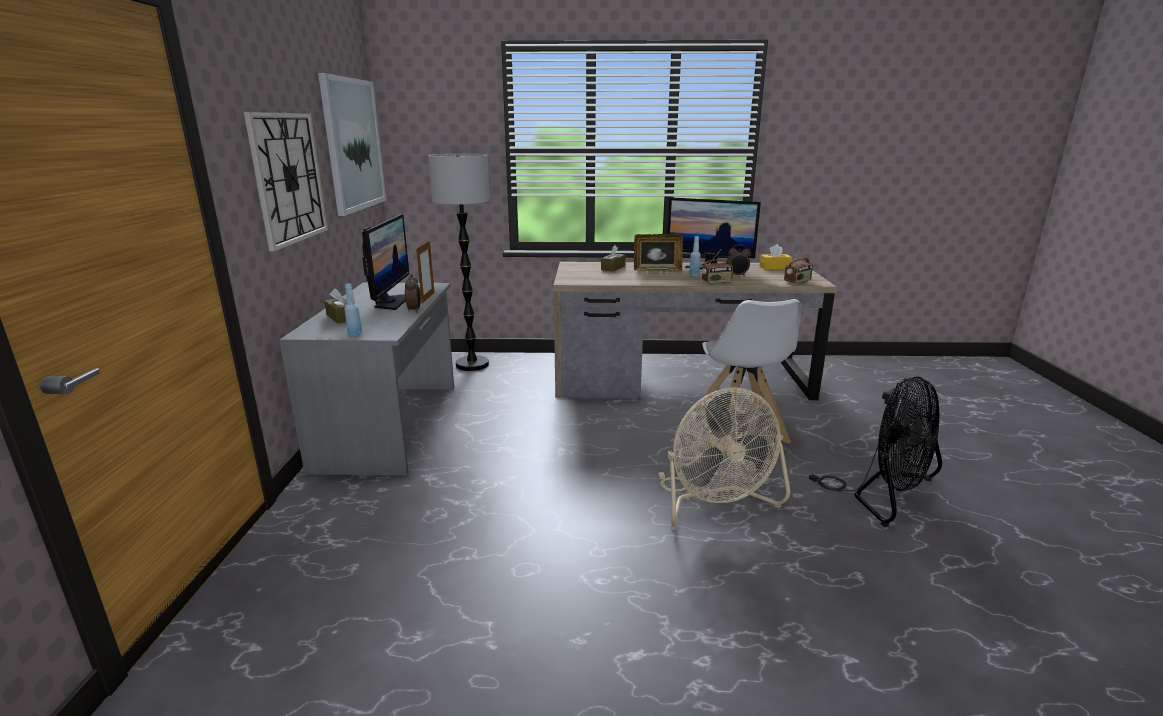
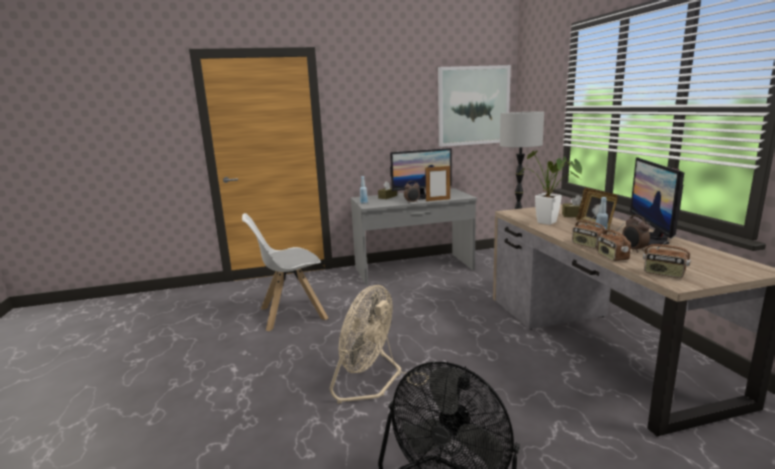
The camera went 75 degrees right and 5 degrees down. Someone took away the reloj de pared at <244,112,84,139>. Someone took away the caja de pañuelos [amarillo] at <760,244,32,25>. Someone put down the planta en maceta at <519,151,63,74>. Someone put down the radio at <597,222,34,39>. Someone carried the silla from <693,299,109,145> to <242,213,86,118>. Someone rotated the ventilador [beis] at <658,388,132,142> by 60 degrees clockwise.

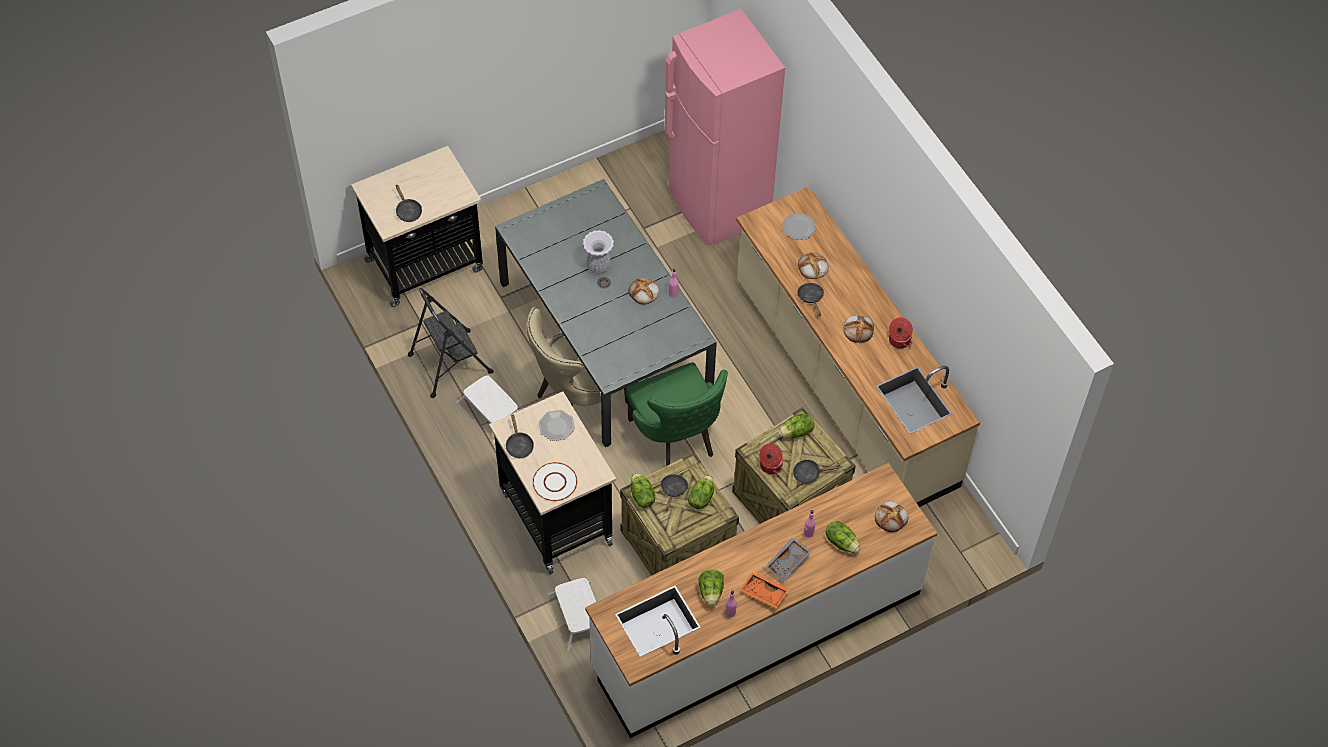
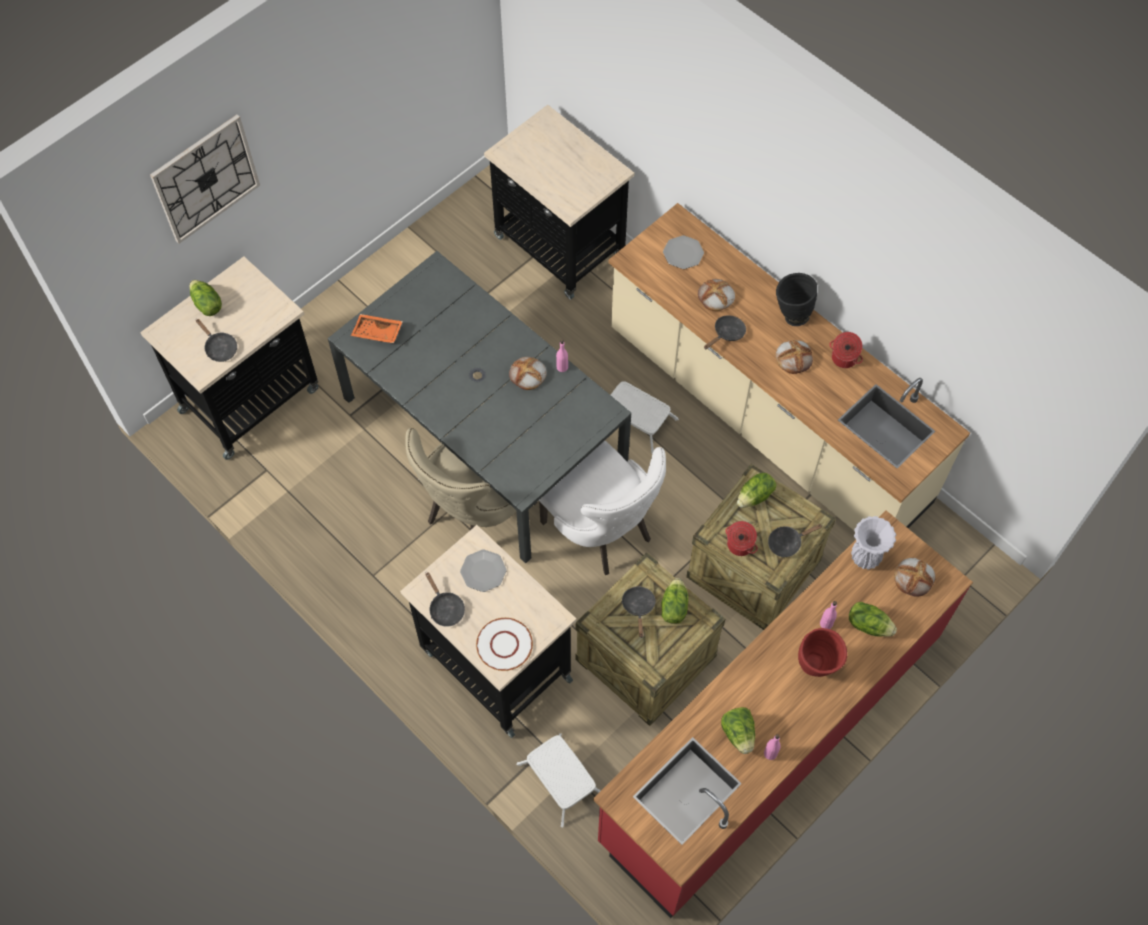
The camera went 15 degrees left and 5 degrees up. Someone took away the escalera de tijera [negro] at <408,288,86,110>. Someone put up the reloj de pared at <150,115,110,128>. Someone put down the florero [negro] at <776,273,41,53>. Someone carried the escalera de tijera [blanco] from <456,375,62,68> to <611,381,68,73>. Someone carried the florero [blanco] from <583,230,31,44> to <851,516,45,54>. Someone carried the lechuga from <631,473,24,35> to <189,280,33,36>. Someone carried the bandeja [naranja] from <740,572,50,37> to <351,314,52,29>. Someone swapped the nevera [rosa] at <665,9,120,236> for the carrito [negro] at <484,105,150,195>. Someone swapped the bandeja [gris] at <765,537,47,45> for the florero [rojo] at <798,628,49,49>. Someone repainted the mueble bajo de cocina [blanco] at <585,463,352,275>, which became the mueble bajo de cocina [rojo] at <593,510,380,408>. Someone repainted the silla [verde] at <626,362,102,104>, which became the silla [blanco] at <539,441,127,134>. Someone rotated the sartén [negro] at <797,283,27,33> by 75 degrees clockwise.

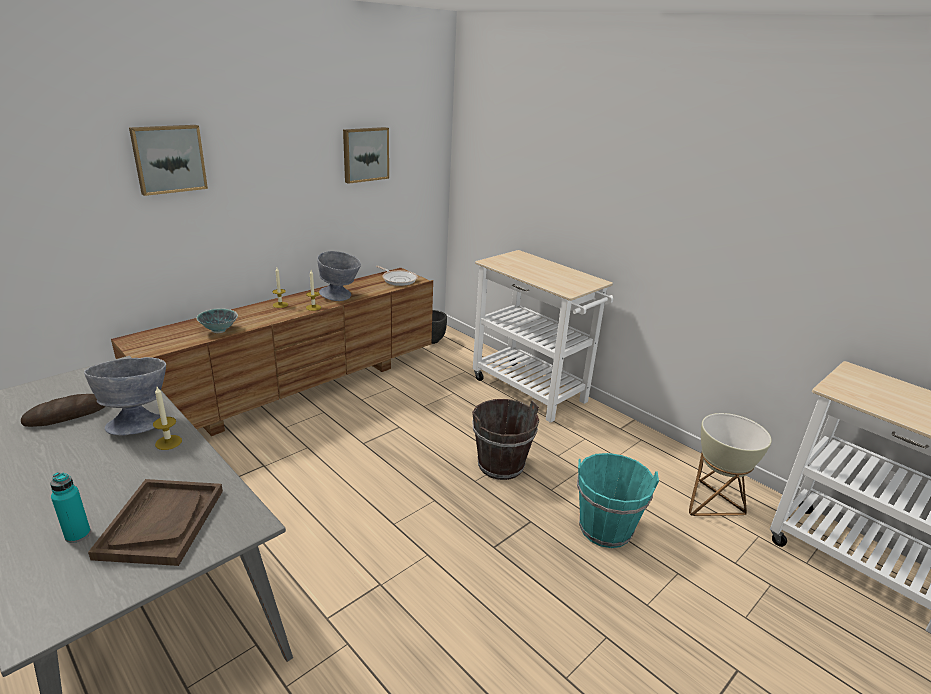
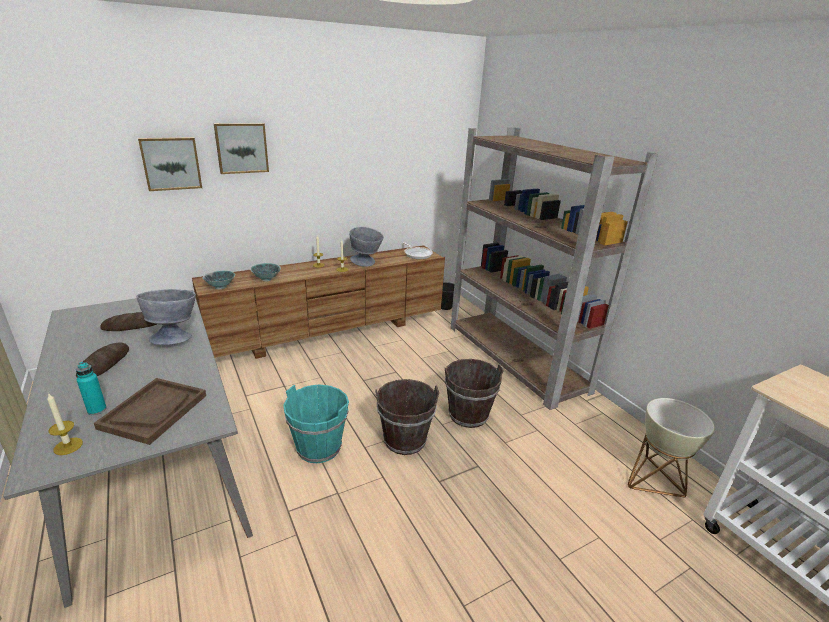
The camera went 15 degrees right and 0 degrees up. Someone put down the pan at <76,342,53,36>. Someone put down the cuenco at <203,270,32,20>. Someone put down the cubo [marrón] at <375,379,64,76>. Someone carried the vela from <153,387,29,63> to <47,394,36,61>. Someone carried the cuadro from <343,127,46,57> to <138,137,64,54>. Someone carried the cubo [turquesa] from <577,453,82,95> to <283,384,66,79>. Someone swapped the carrito [blanco] at <473,250,140,173> for the estantería [marrón] at <451,128,207,282>.

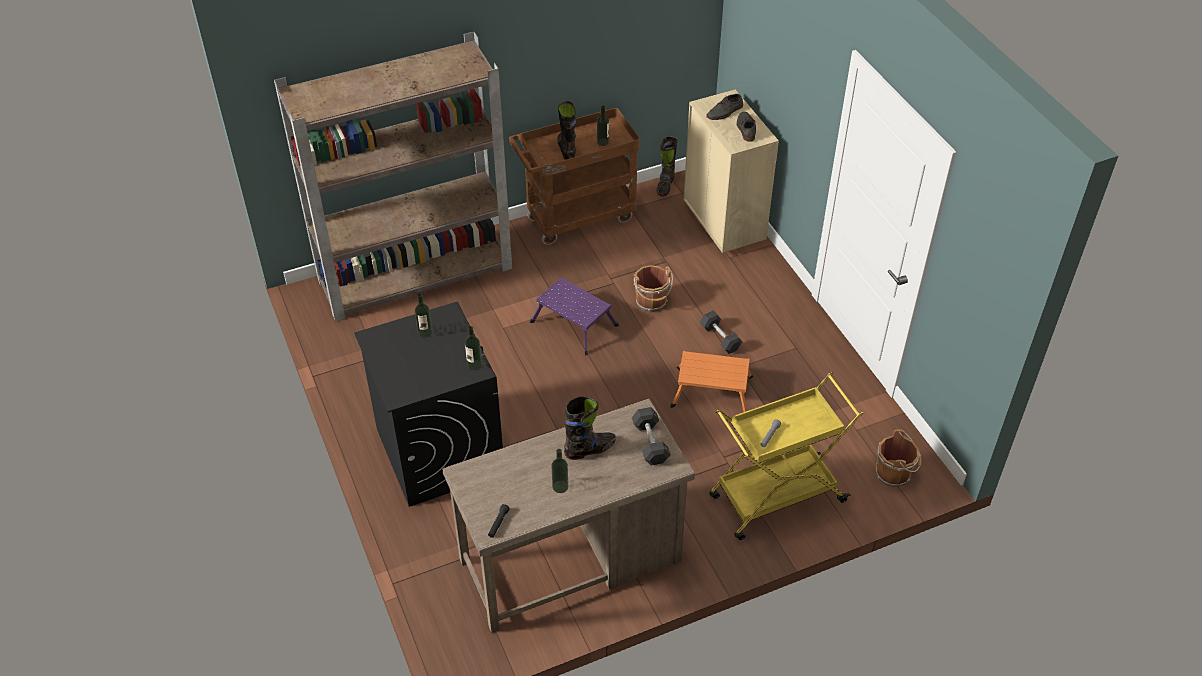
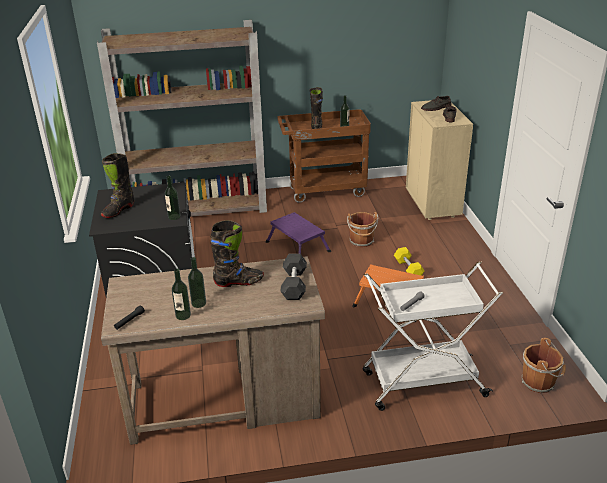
The camera went 15 degrees right and 15 degrees down. Someone carried the botella from <415,293,17,45> to <172,269,19,51>. Someone carried the bota [negro] from <656,136,22,60> to <101,153,33,65>. Someone repainted the mancuerna [gris] at <700,310,42,44>, which became the mancuerna [amarillo] at <394,247,30,29>. Someone repainted the carrito [amarillo] at <709,372,154,168>, which became the carrito [blanco] at <363,262,140,149>.

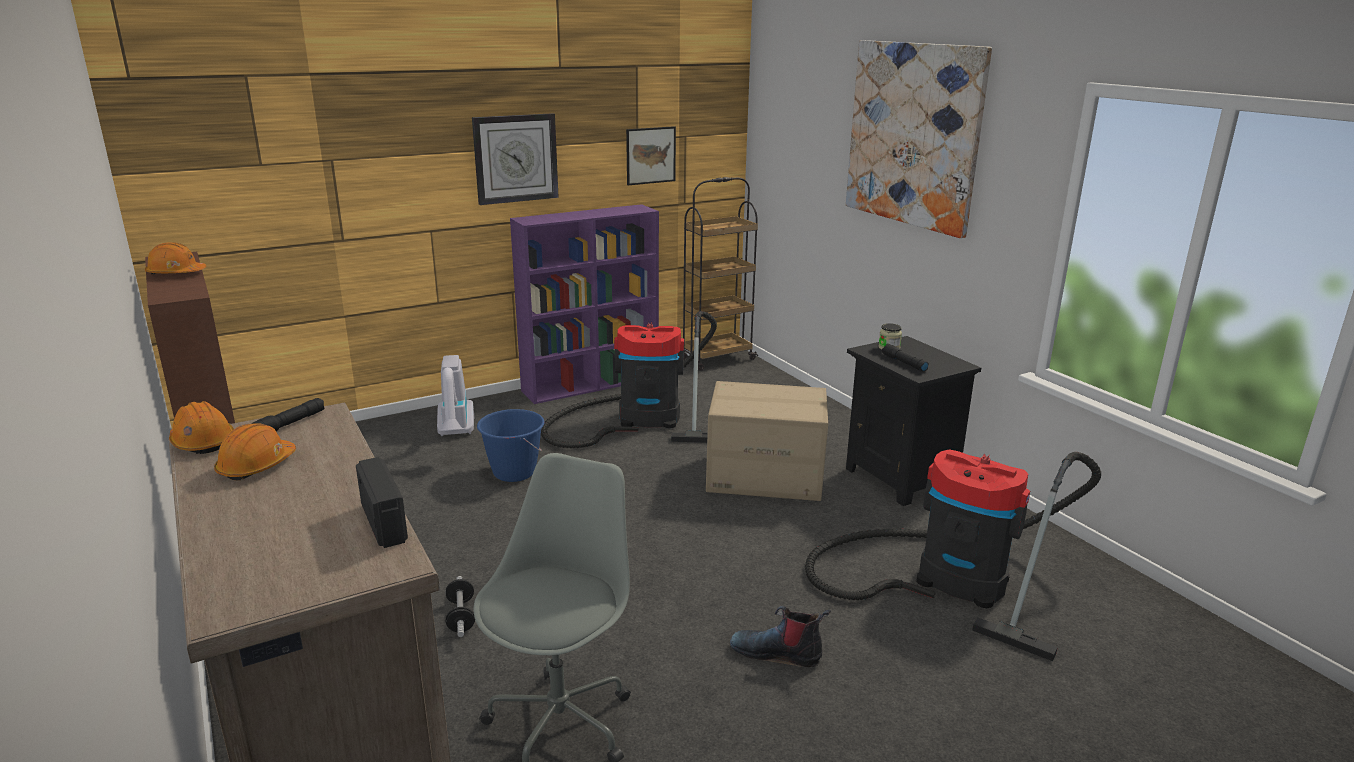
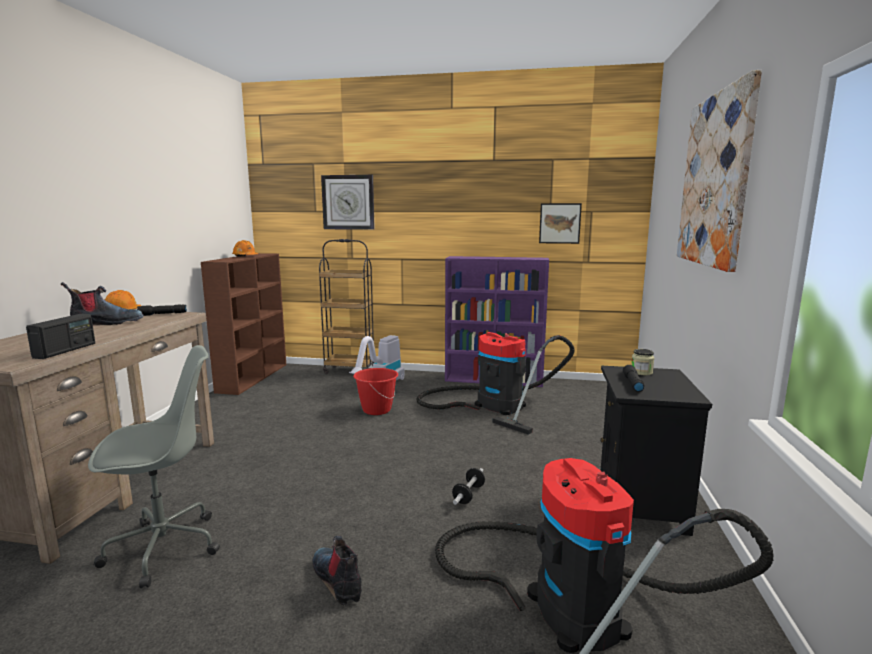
The camera went 40 degrees right and 10 degrees down. Someone took away the caja de cartón at <706,381,122,120>. Someone carried the mancuerna from <445,576,30,61> to <452,468,33,37>. Someone carried the reloj de pared from <472,113,87,92> to <321,175,54,55>. Someone carried the carrito [marrón] from <683,177,75,194> to <319,239,55,135>. Someone swapped the casco [naranja] at <214,423,82,58> for the bota at <61,282,83,43>. Someone repainted the cubo [azul] at <477,409,68,73>, which became the cubo [rojo] at <353,368,45,47>.

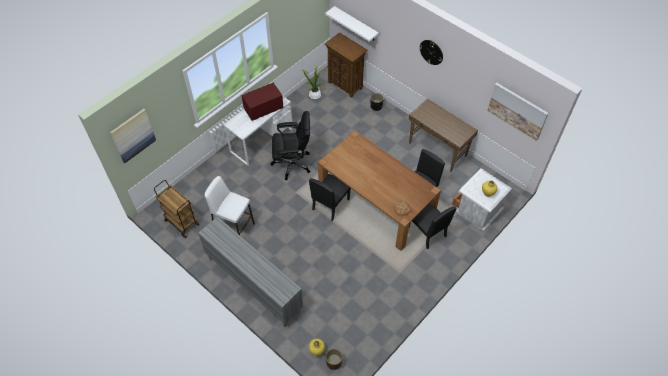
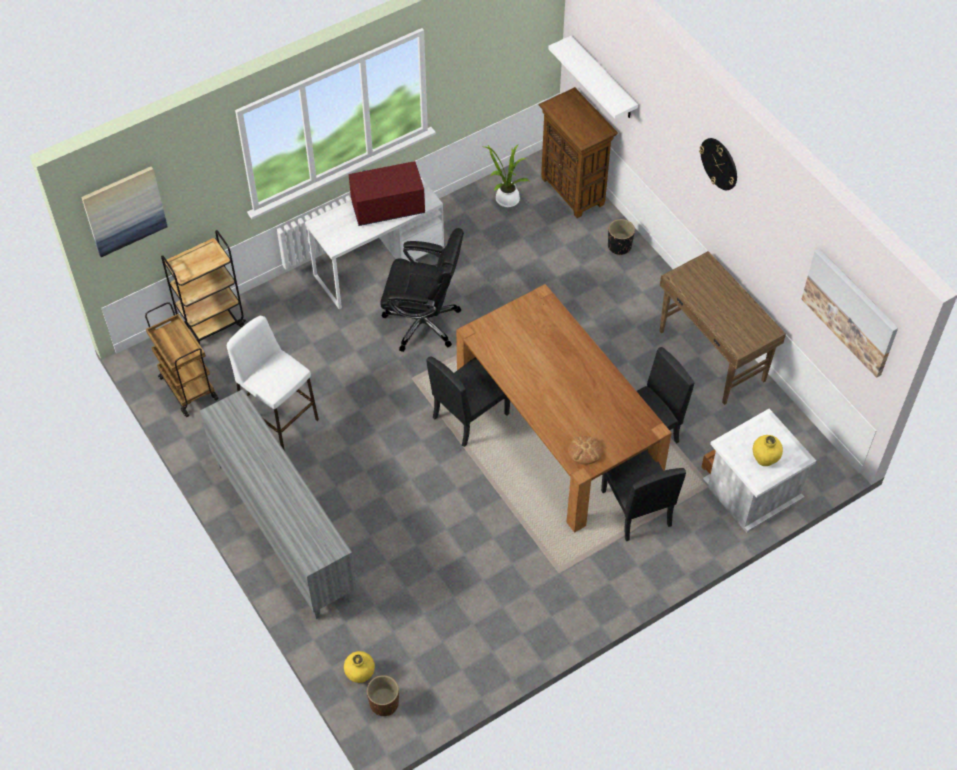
The camera went 15 degrees right and 0 degrees up. Someone put down the carrito [marrón] at <161,230,86,115>.

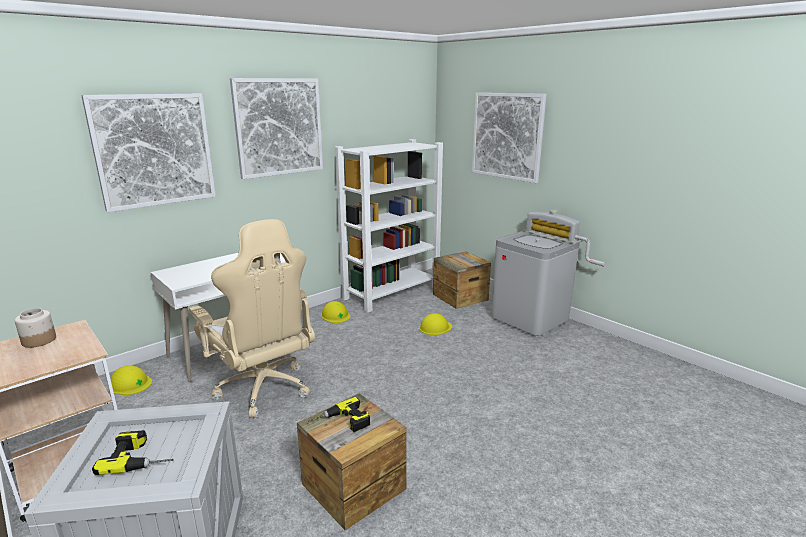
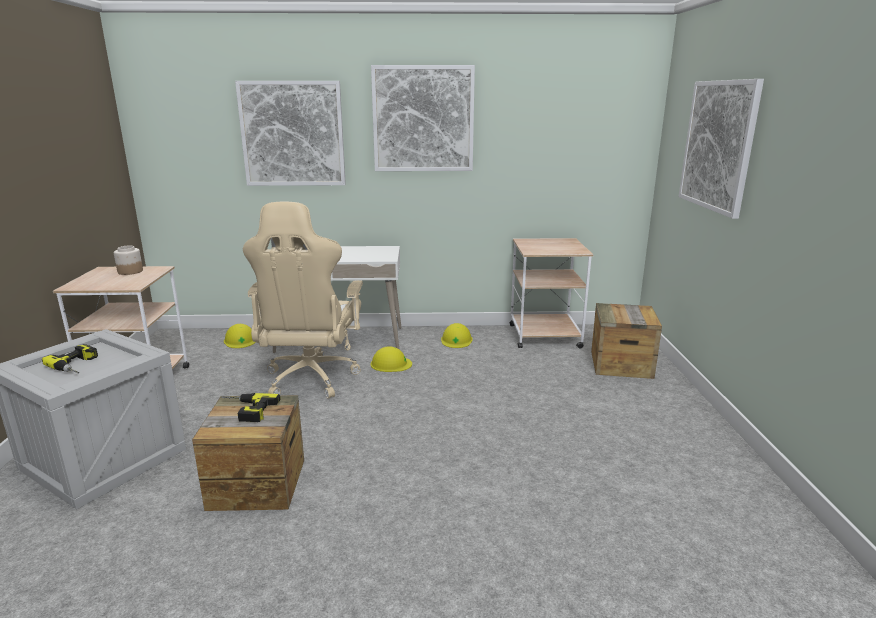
The camera went 40 degrees right and 0 degrees up. Someone took away the lavadora [gris] at <492,209,114,128>. Someone carried the casco [amarillo] from <419,313,33,22> to <370,346,42,26>. Someone swapped the estantería [blanco] at <335,139,108,174> for the carrito [beis] at <509,238,85,110>.

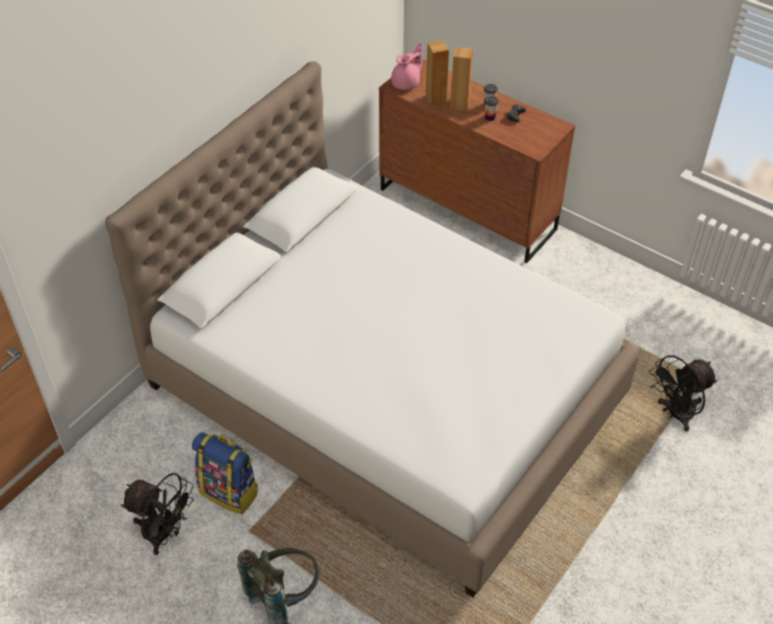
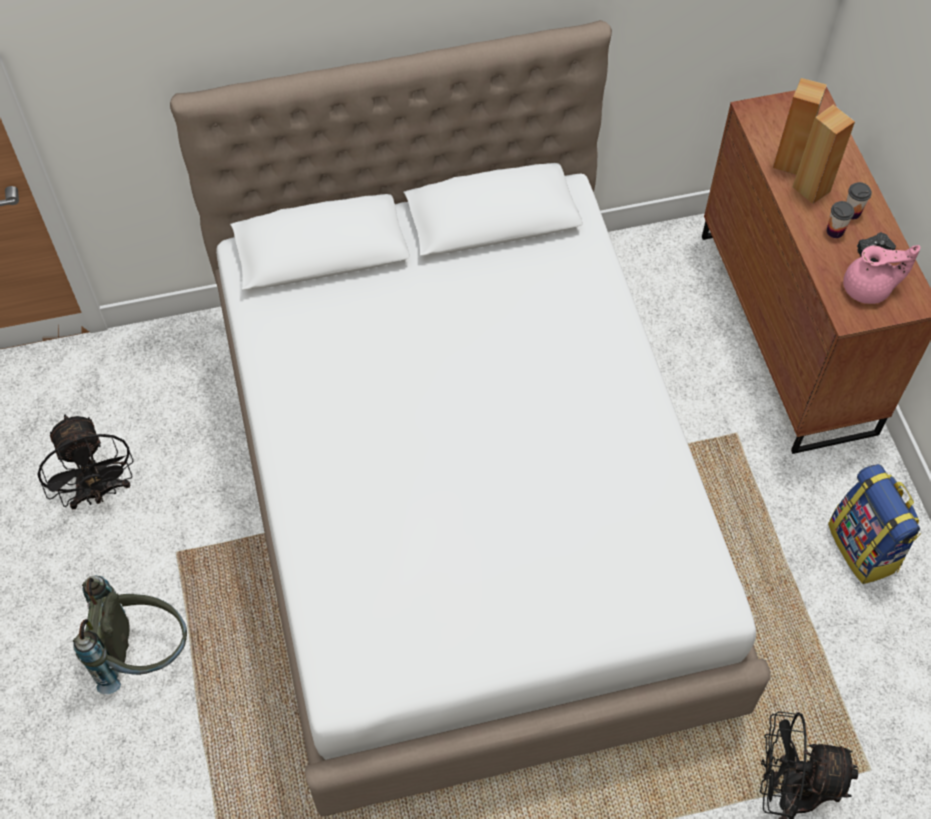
The camera went 40 degrees right and 10 degrees up. Someone carried the mochila from <192,432,67,82> to <828,464,93,120>. Someone carried the tetera [rosa] from <391,43,31,47> to <843,245,77,59>.

